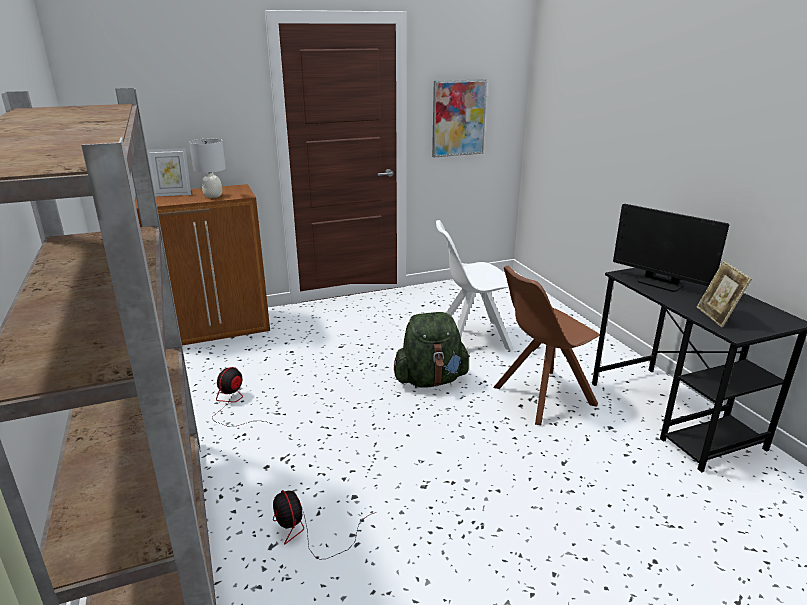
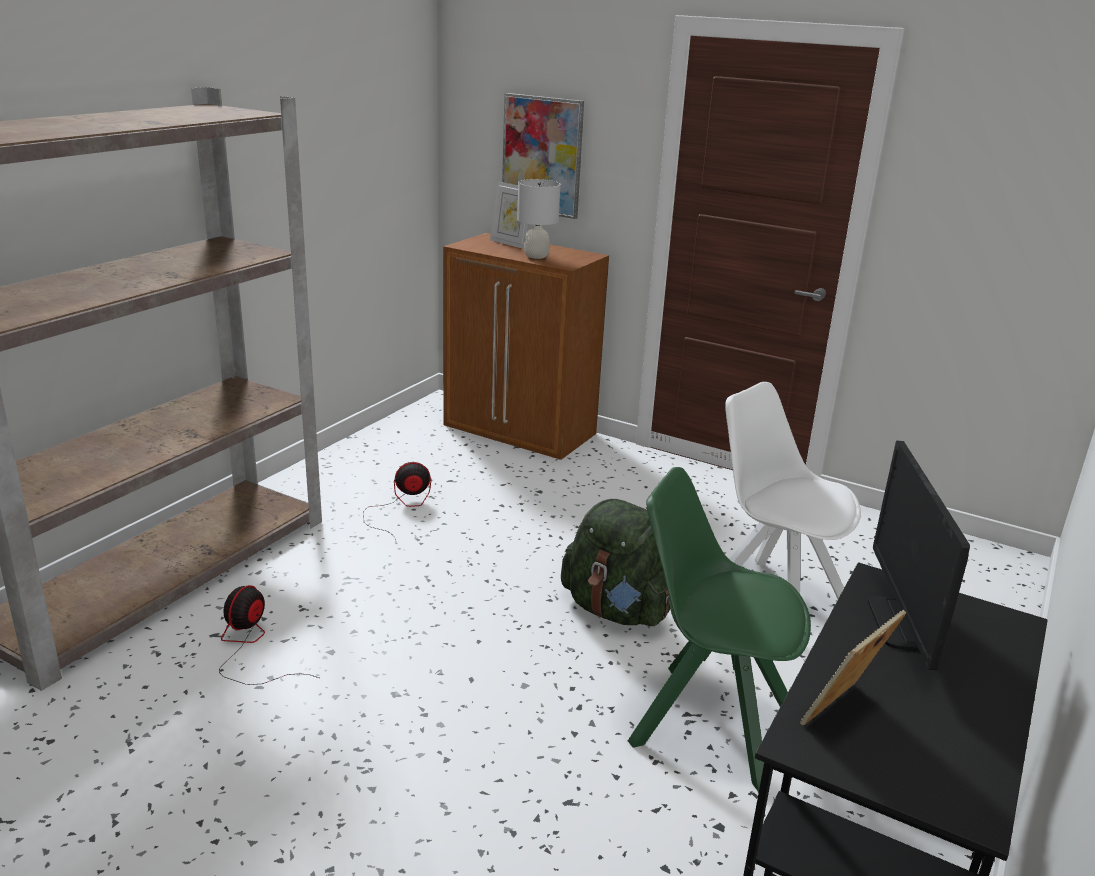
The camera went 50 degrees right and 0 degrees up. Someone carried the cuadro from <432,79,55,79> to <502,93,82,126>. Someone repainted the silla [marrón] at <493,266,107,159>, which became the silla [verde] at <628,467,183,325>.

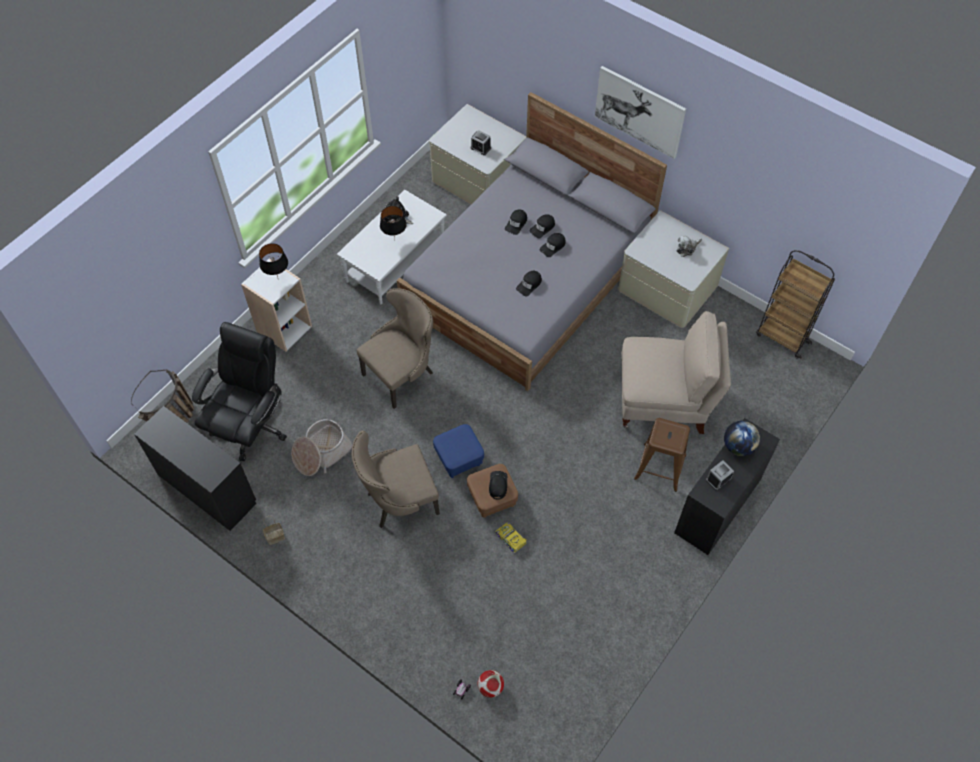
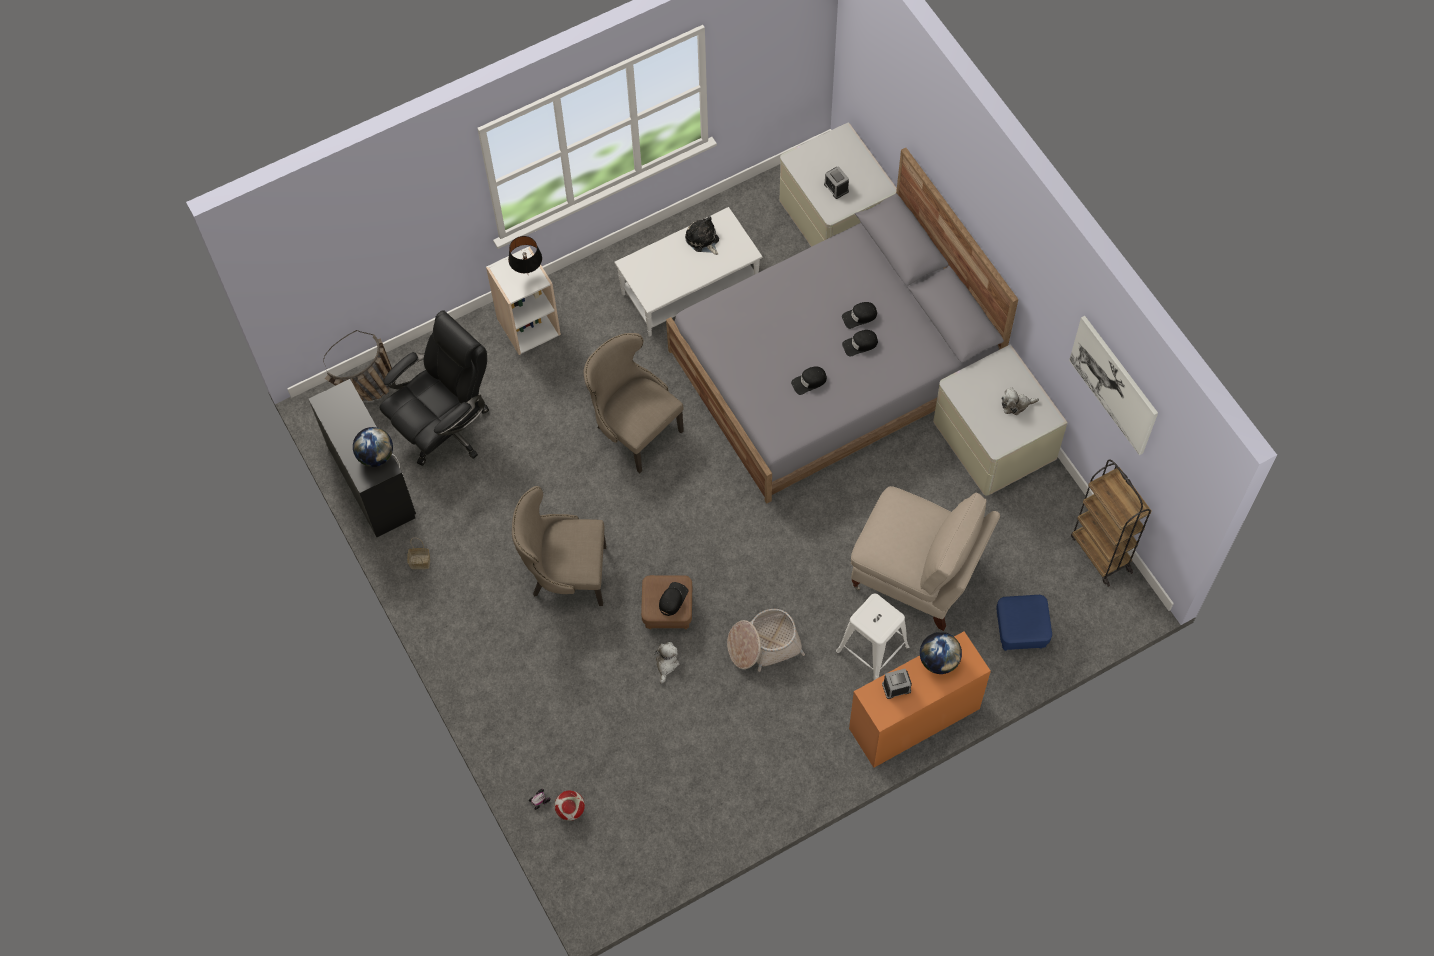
The camera went 25 degrees right and 5 degrees up. Someone took away the lámpara de mesa [negro] at <380,206,27,32>. Someone took away the gorra [negro] at <505,209,22,26>. Someone put down the globo terráqueo at <353,427,40,40>. Someone carried the cesta from <291,419,62,57> to <727,609,78,63>. Someone carried the puf [azul] from <433,424,51,54> to <996,595,56,56>. Someone carried the cuadro from <595,66,91,93> to <1069,316,89,139>. Someone swapped the coche de juguete at <495,522,32,31> for the peluche at <654,642,26,42>. Someone repainted the taburete [marrón] at <634,418,56,74>, which became the taburete [blanco] at <836,593,74,87>. Someone repainted the escritorio [negro] at <674,418,106,137>, which became the escritorio [naranja] at <849,631,142,137>. Someone rotated the silla [beis] at <357,288,76,121> by 120 degrees counterclockwise.

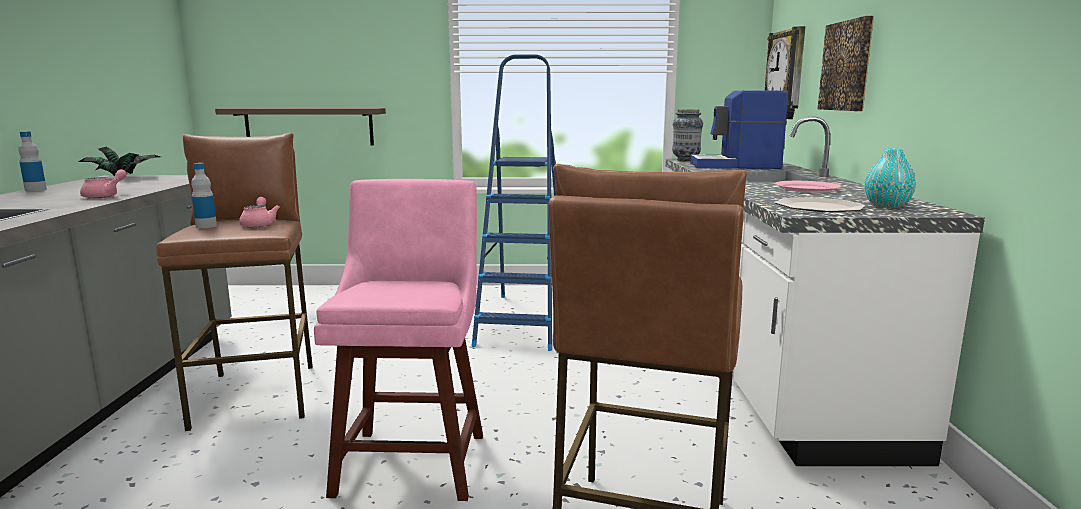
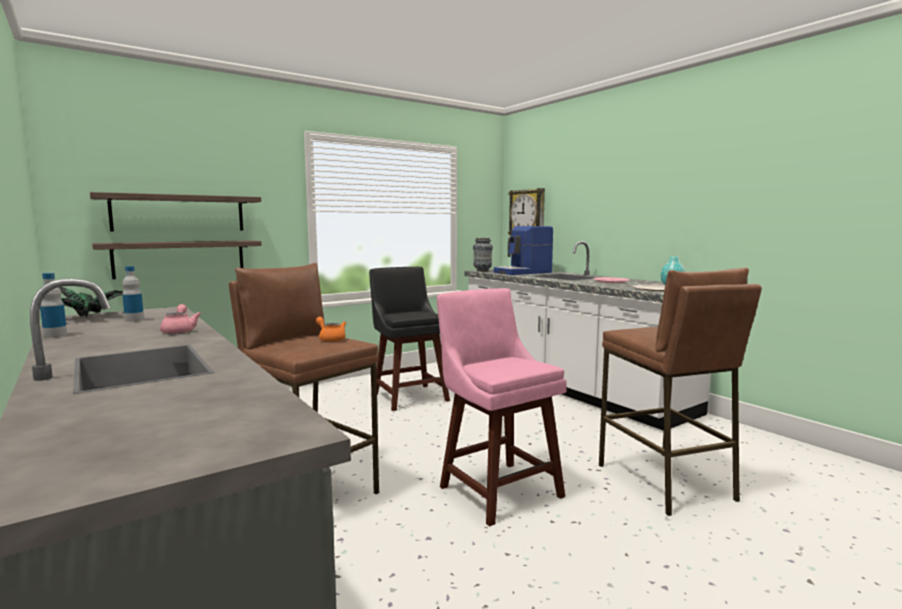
The camera went 35 degrees left and 5 degrees down. Someone took away the cuadro at <818,16,56,95>. Someone put up the estante at <90,192,171,39>. Someone carried the botella from <191,163,26,65> to <122,266,22,56>. Someone swapped the escalera de tijera [azul] at <472,54,84,297> for the silla [negro] at <369,267,81,144>. Someone repainted the tetera [rosa] at <239,197,41,31>, which became the tetera [naranja] at <316,317,30,25>.

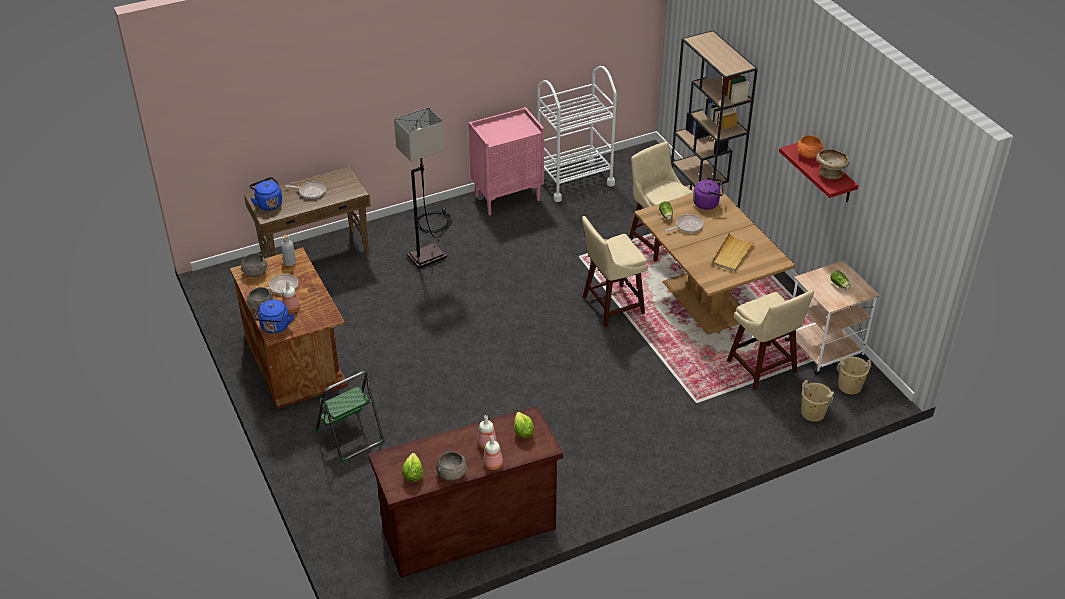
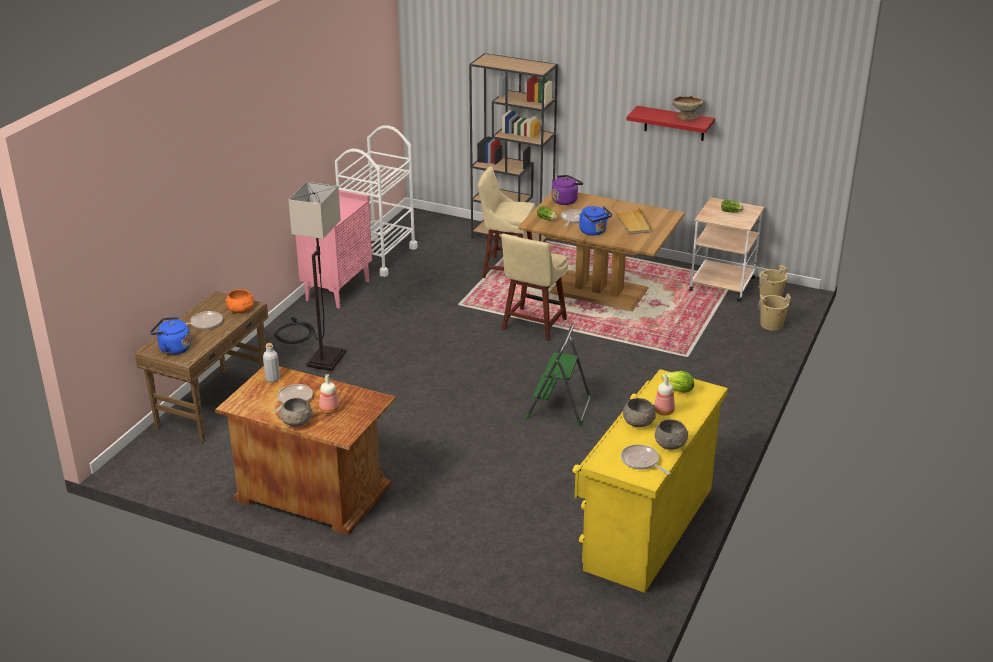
The camera went 40 degrees left and 10 degrees down. Someone took away the botella at <483,436,20,34>. Someone took away the silla [beis] at <727,290,87,100>. Someone carried the cuenco [gris] from <241,253,27,24> to <623,398,33,29>. Someone carried the hervidor [azul] from <254,300,40,33> to <579,206,33,29>. Someone carried the escalera de tijera [verde] from <315,371,70,92> to <525,324,66,102>. Someone carried the cuenco [naranja] from <797,135,26,24> to <225,289,29,24>. Someone swapped the lechuga at <402,453,21,29> for the sartén at <621,444,49,31>. Someone repainted the cómoda [marrón] at <368,406,195,171>, which became the cómoda [amarillo] at <573,369,155,224>.

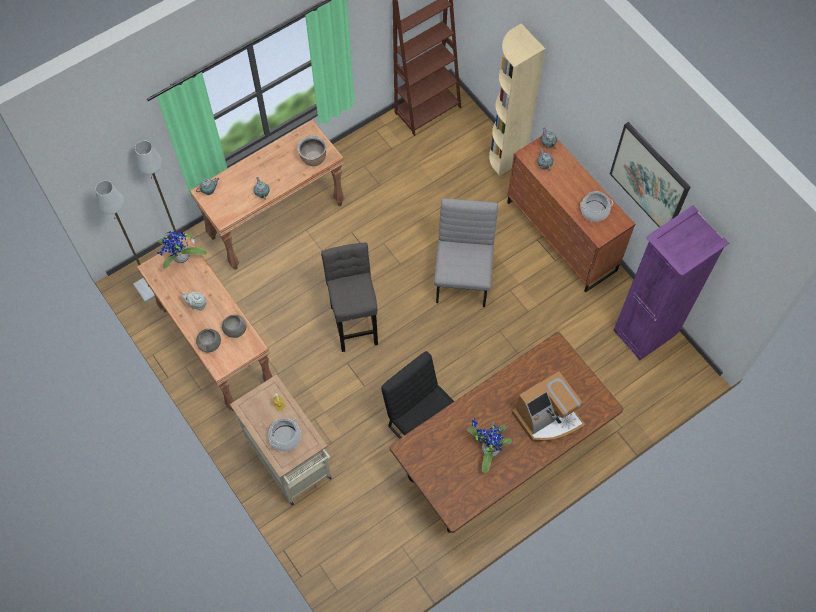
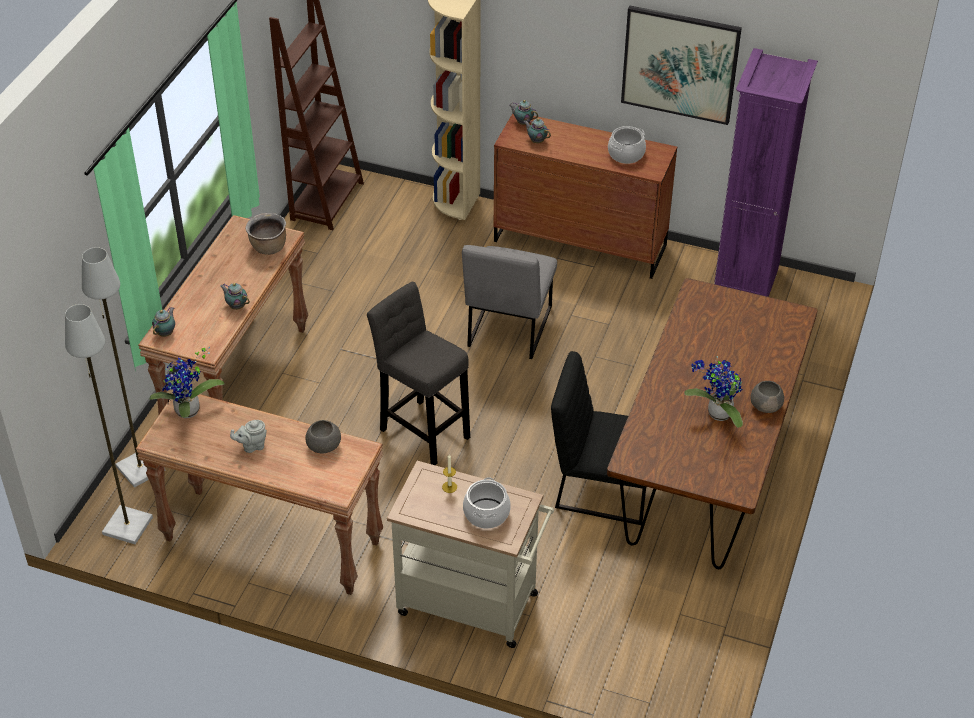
The camera went 35 degrees left and 20 degrees down. Someone took away the cafetera at <512,371,74,70>. Someone carried the cuenco [gris] from <196,329,25,23> to <751,381,33,32>. Someone rotated the silla [gris] at <434,198,64,109> by 135 degrees counterclockwise.

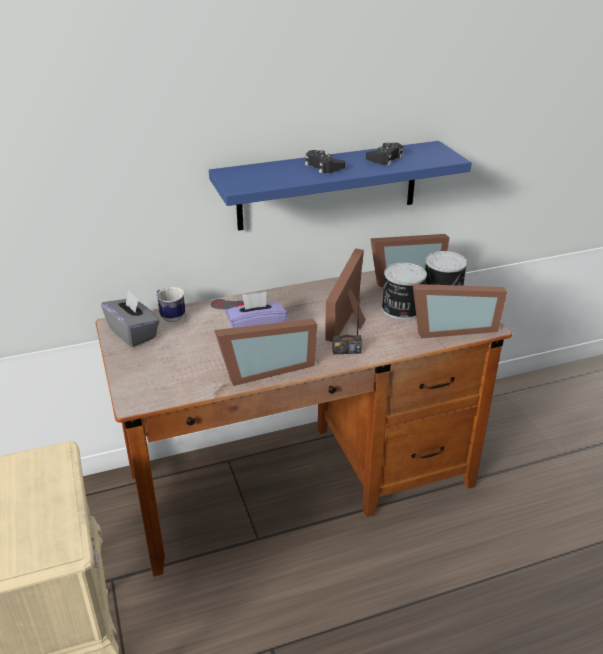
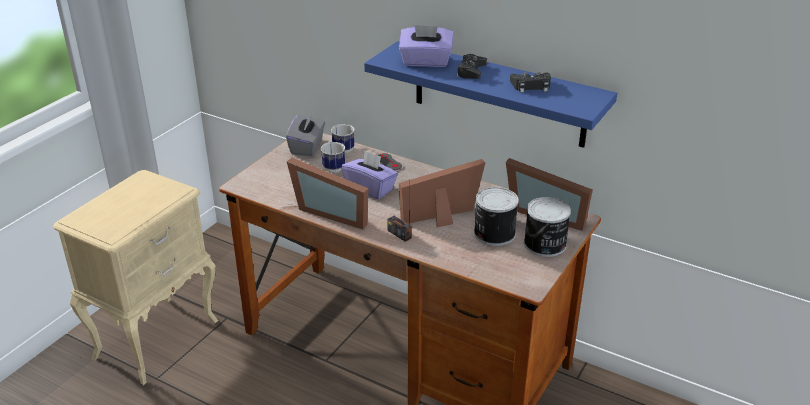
The camera went 50 degrees right and 0 degrees up. Someone took away the portarretratos at <412,284,95,54>. Someone put down the taza grande at <321,142,24,31>. Someone put down the caja de pañuelos [morado] at <399,25,55,42>.

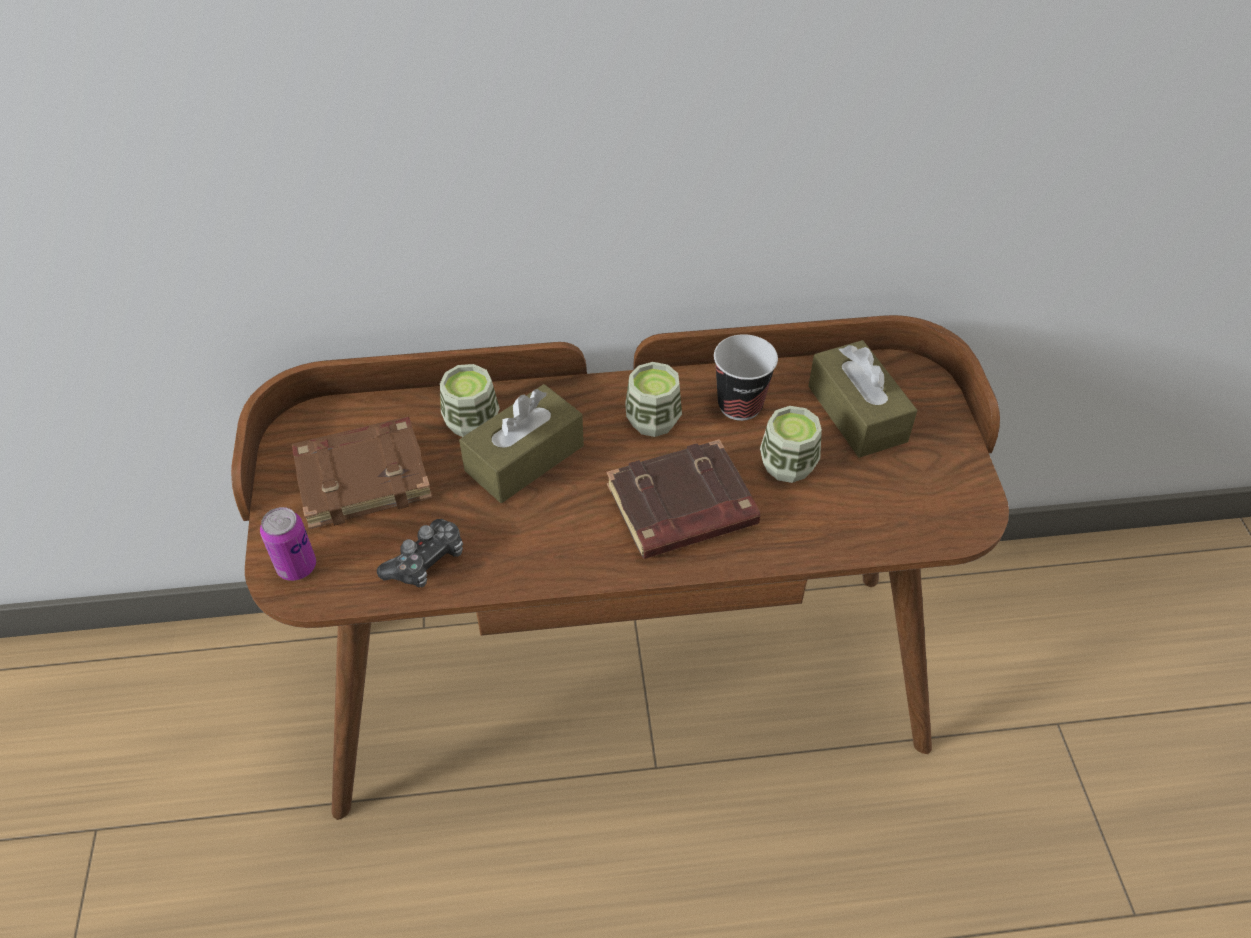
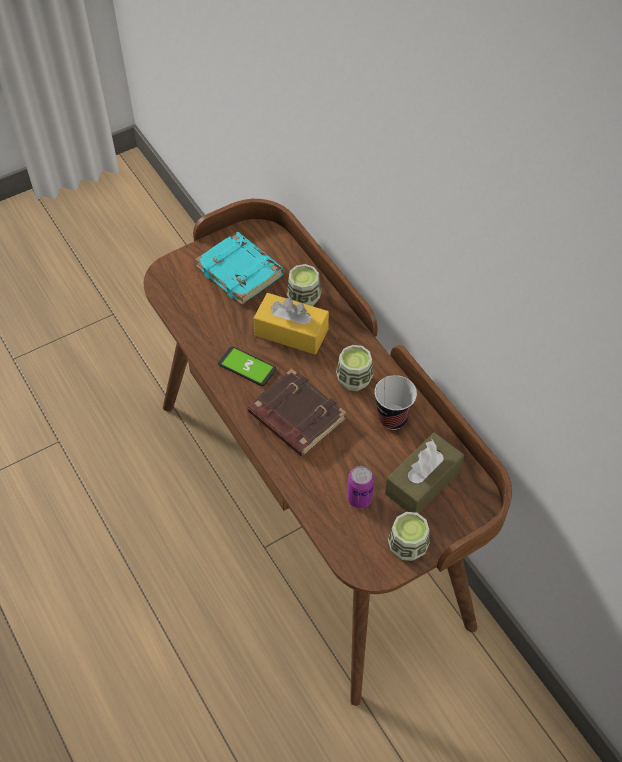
The camera went 65 degrees right and 5 degrees up. Someone took away the mando de consola at <377,519,86,69>. Someone put down the móvil at <218,346,58,40>. Someone carried the lata from <260,507,56,74> to <347,466,27,42>. Someone carried the taza from <760,406,62,77> to <388,512,42,49>. Someone repainted the libro [marrón] at <292,416,140,113>, which became the libro [turquesa] at <195,232,89,73>. Someone repainted the caja de pañuelos [marrón] at <459,384,125,119>, which became the caja de pañuelos [amarillo] at <254,293,75,62>.

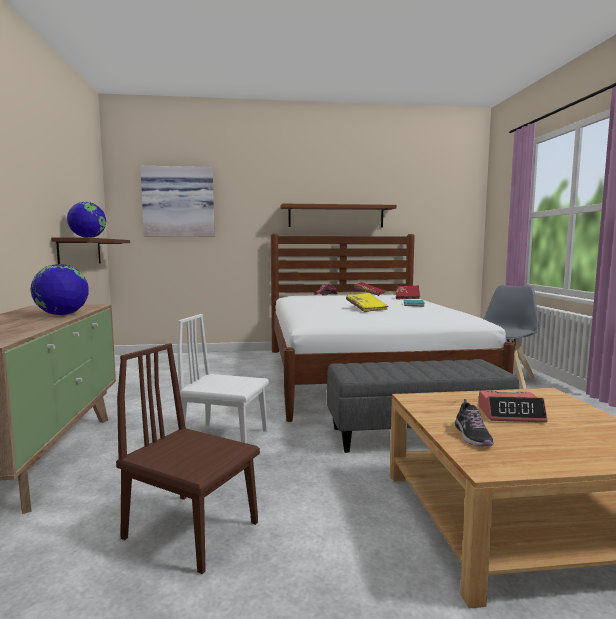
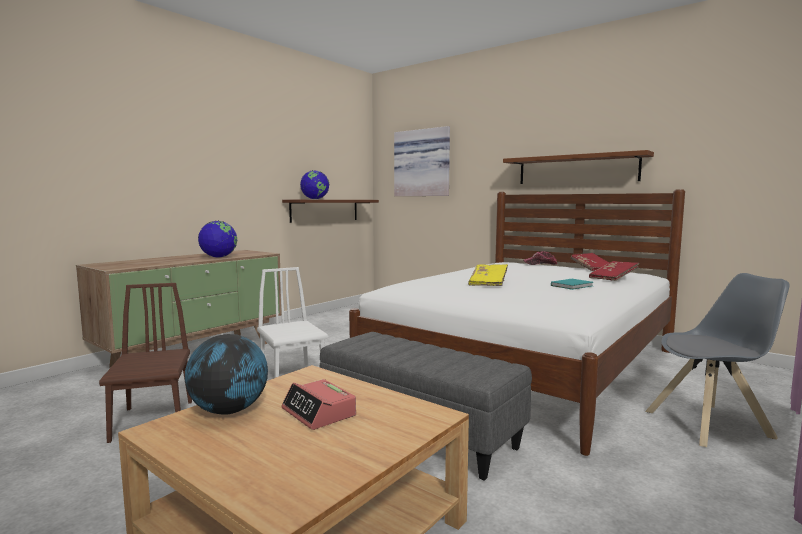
The camera went 45 degrees right and 0 degrees up. Someone swapped the zapato at <455,399,39,47> for the globo terráqueo at <185,334,83,80>.

